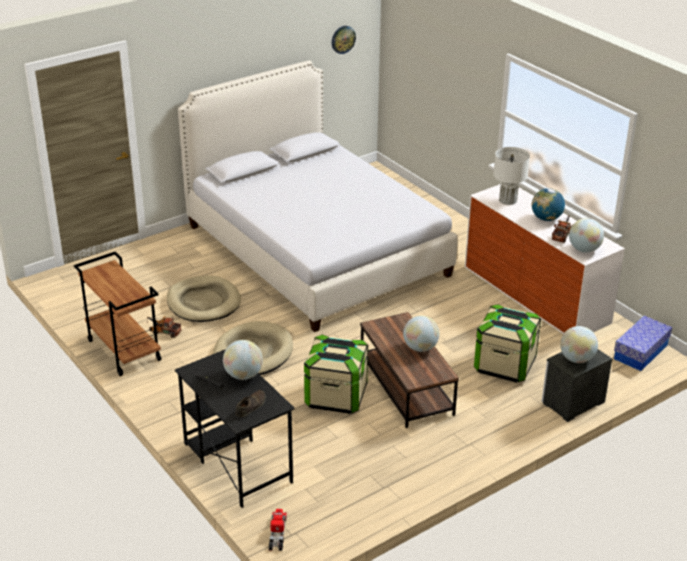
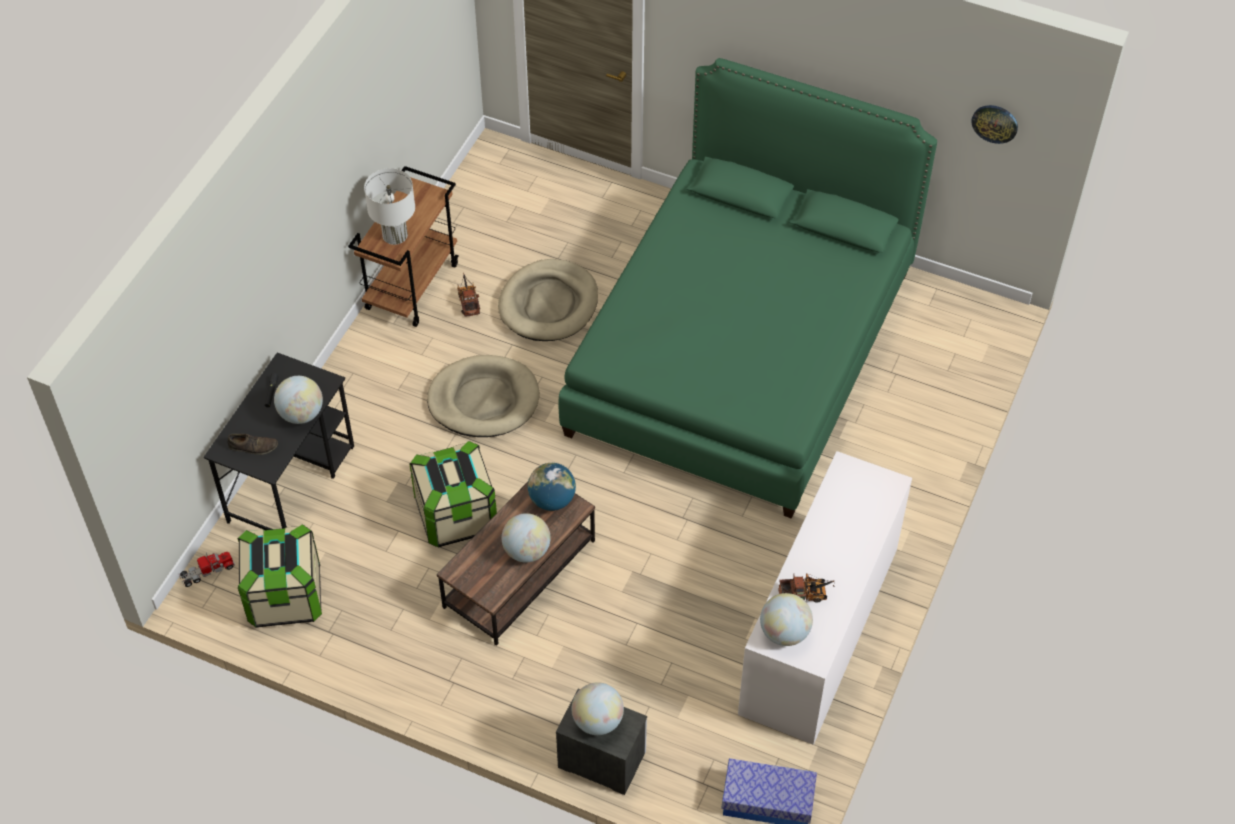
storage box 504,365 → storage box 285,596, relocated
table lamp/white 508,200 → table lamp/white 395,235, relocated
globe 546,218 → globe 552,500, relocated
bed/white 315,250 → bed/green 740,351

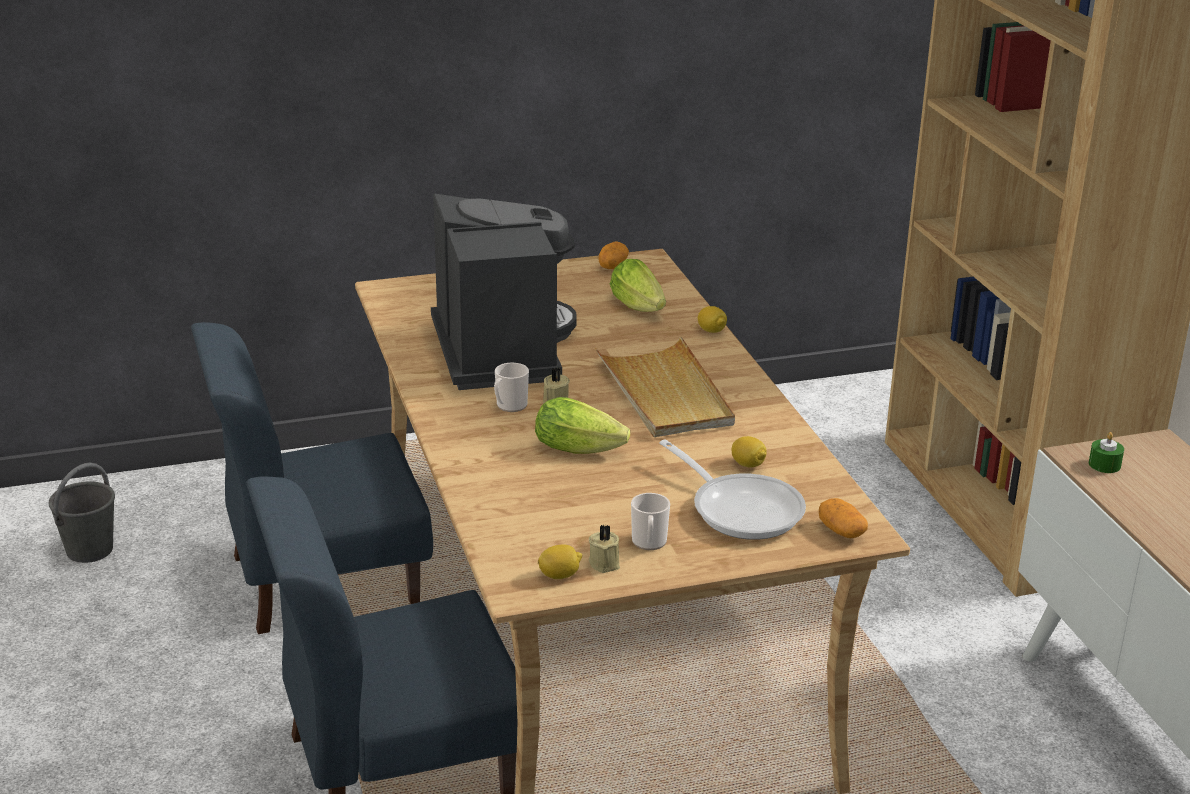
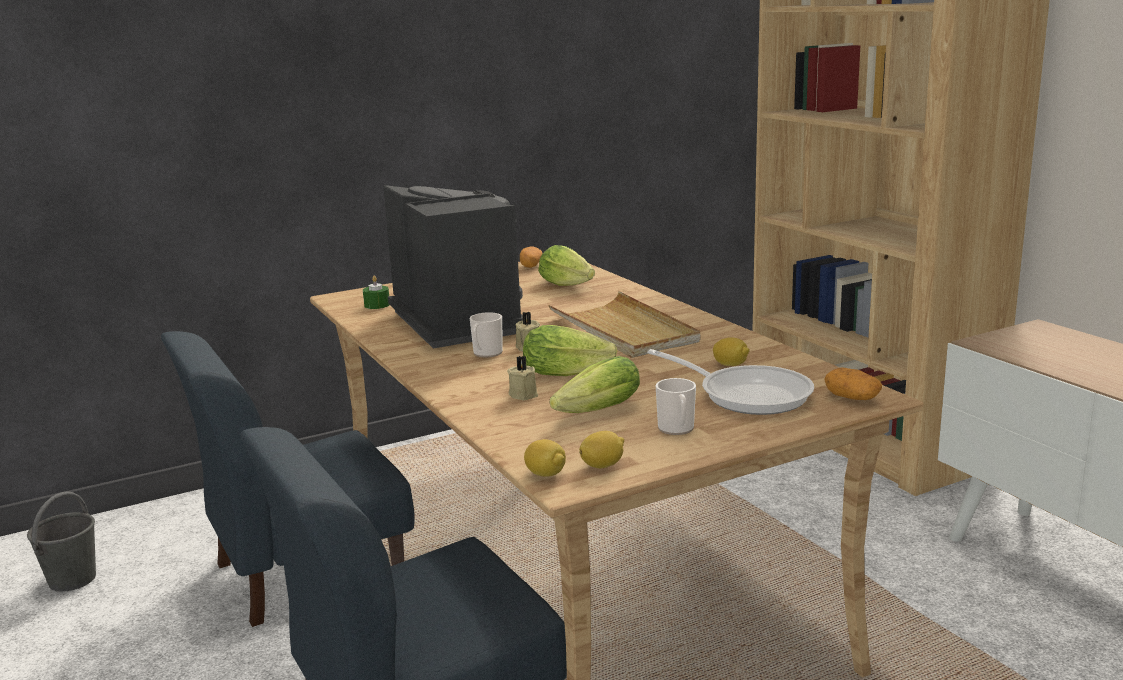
candle/green 1104,465 → candle/green 377,305, relocated
candle/beige 605,563 → candle/beige 524,394, relocated
lemon 711,331 → lemon 545,474, relocated
- → lettuce 594,413

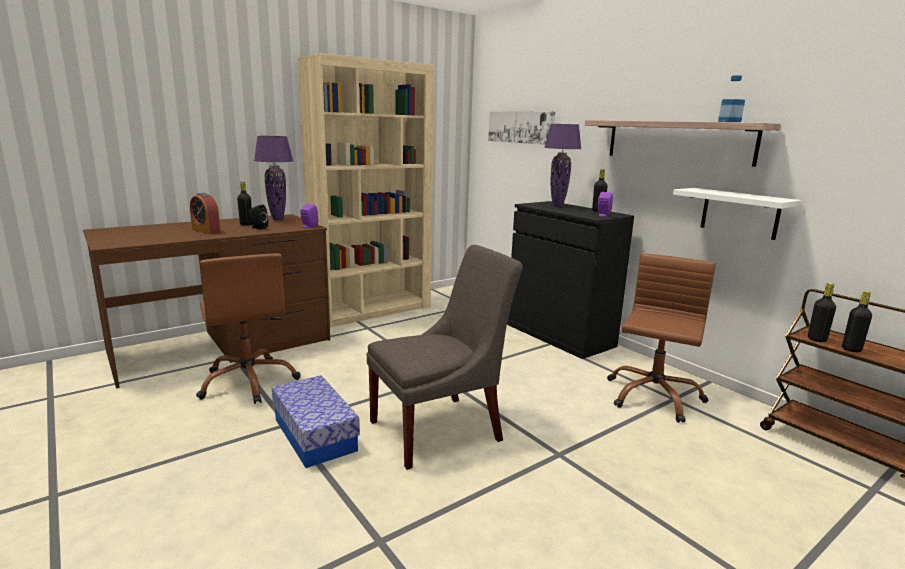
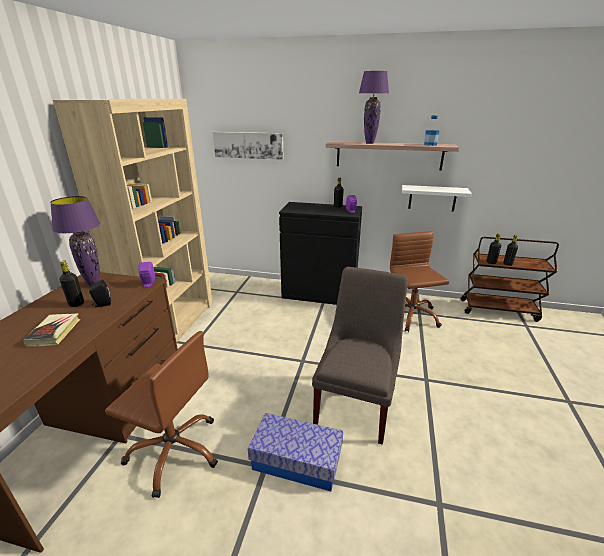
alarm clock 206,231 → book 54,332
table lamp/purple 557,206 → table lamp/purple 370,143, relocated

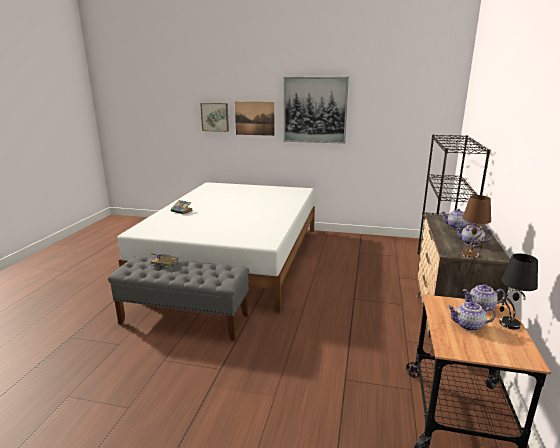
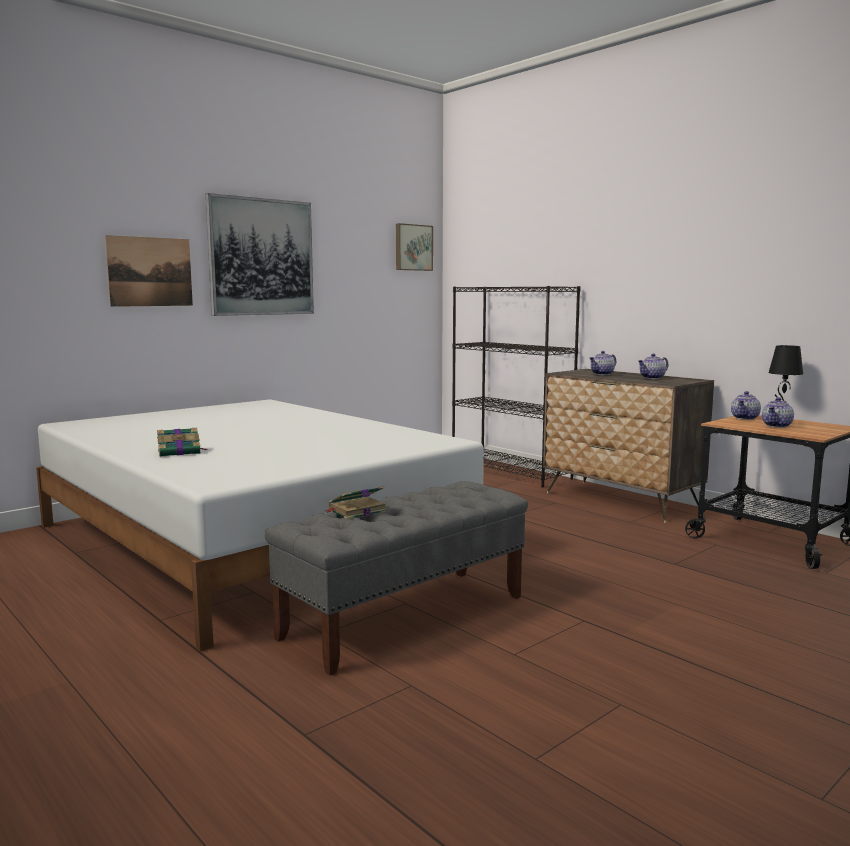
picture 215,117 → picture 413,247, relocated
table lamp/brown 470,255 → -

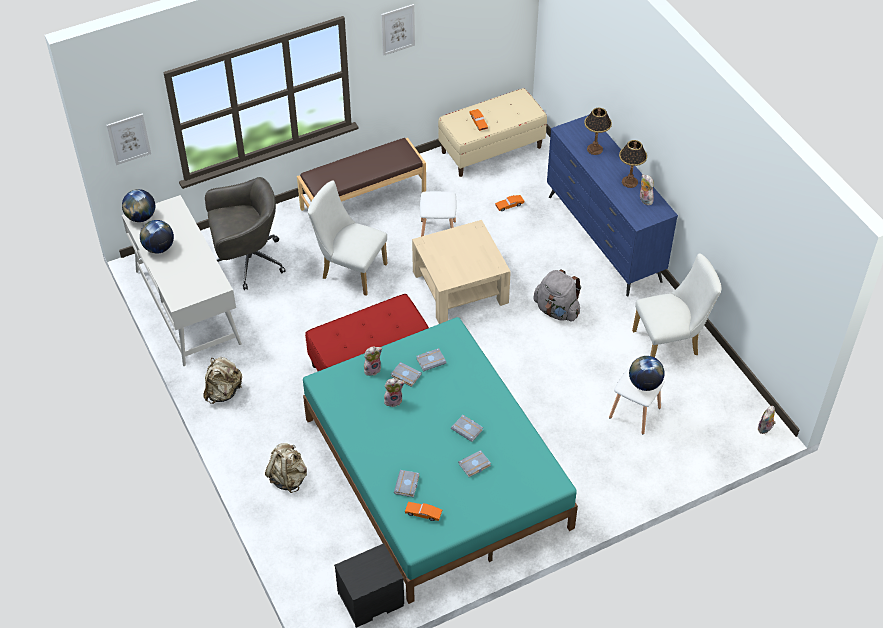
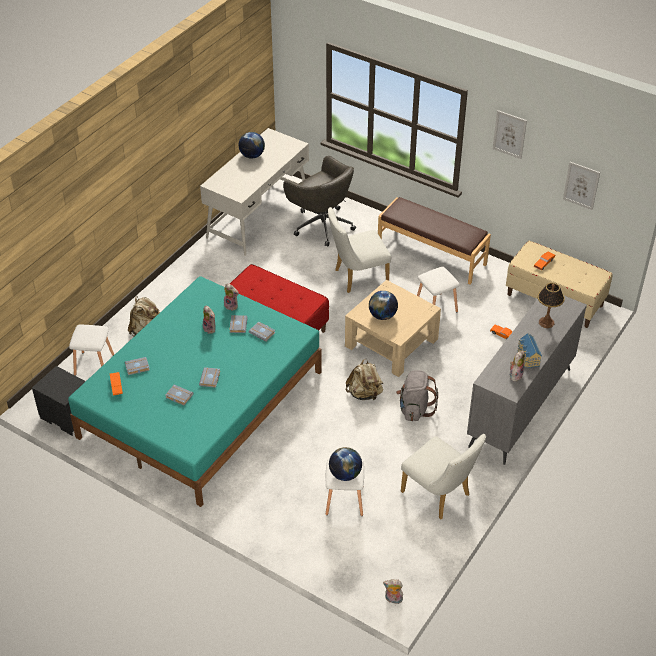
- → stool/white 94,364
chair/white 350,270 → chair/white 357,277, 105 degrees counterclockwise
backpack/beige 223,392 → backpack/beige 364,394, relocated
globe 141,217 → globe 382,316, relocated
dresser/blue 603,239 → dresser/grey 519,407
table lamp 629,182 → toy house 527,358
picture 129,139 → picture 581,185, relocated

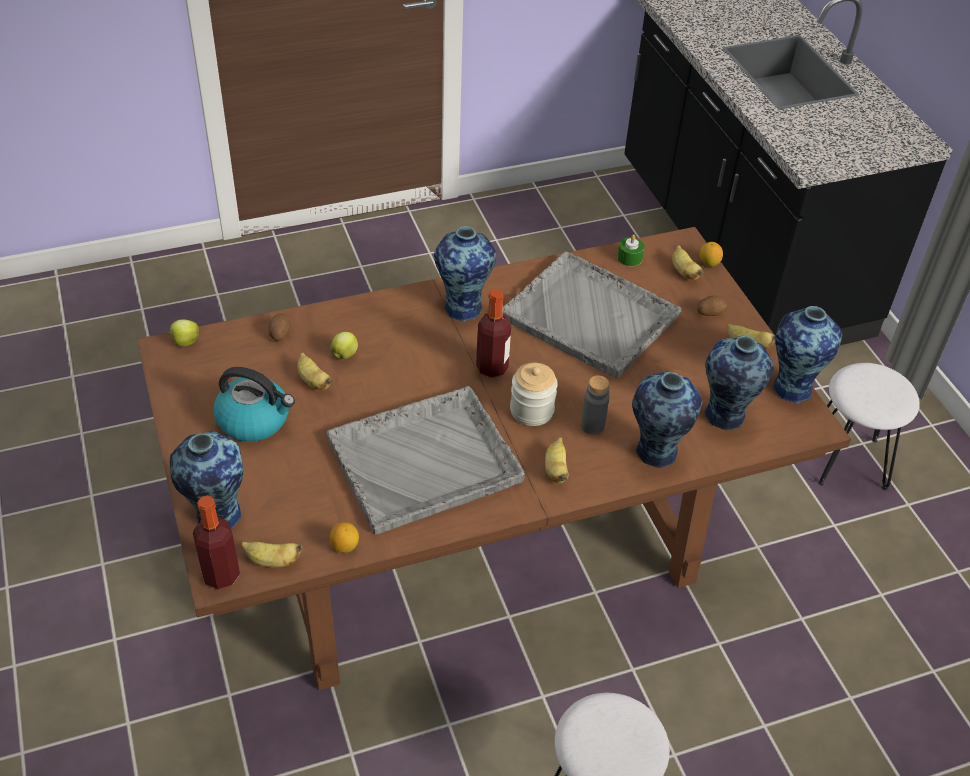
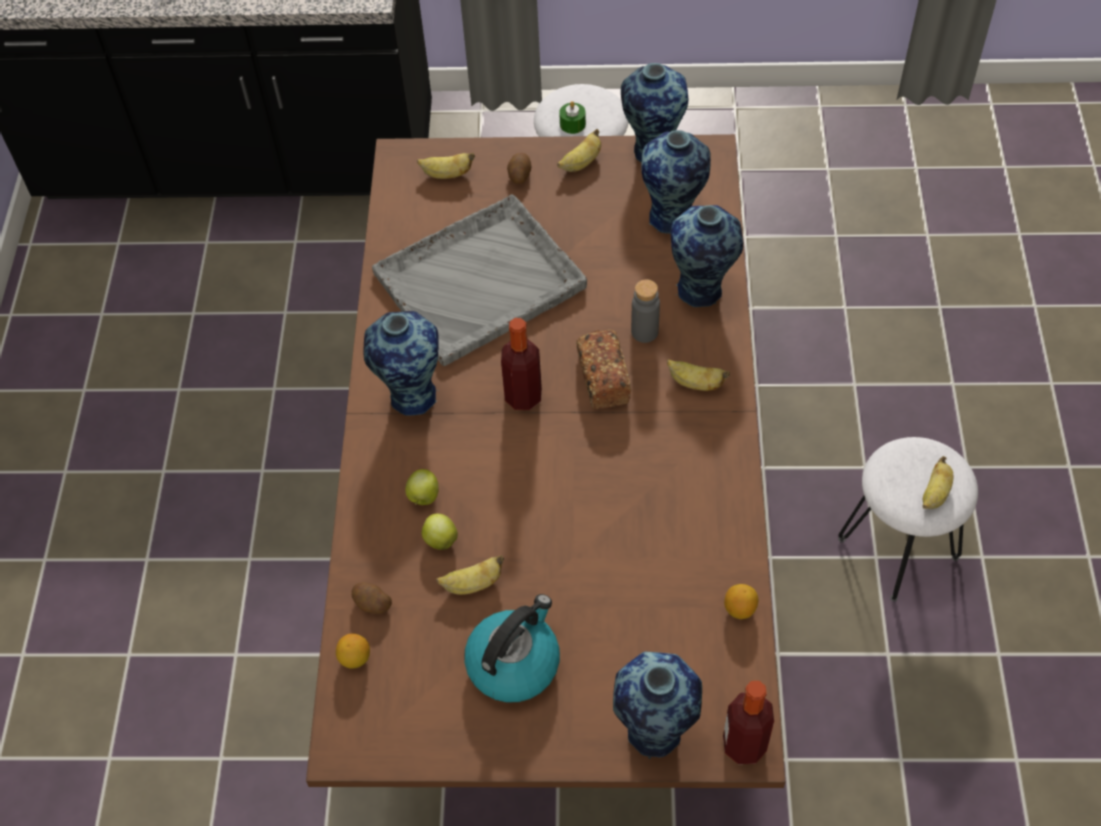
lemon 709,263 → lemon 355,658, relocated
apple 185,342 → apple 423,497, relocated
candle/green 629,258 → candle/green 572,124, relocated
jar 532,410 → bread 603,378
banana 272,561 → banana 935,494, relocated
tray/grey 426,460 → -

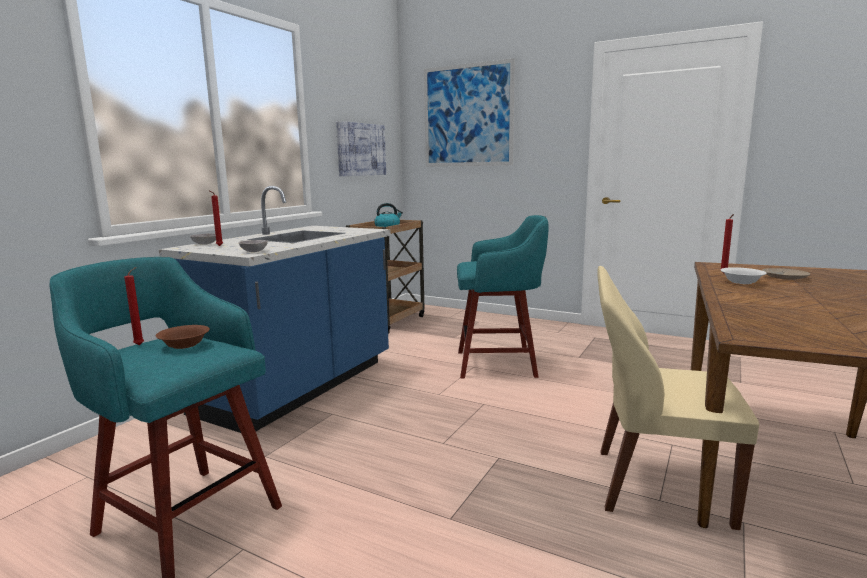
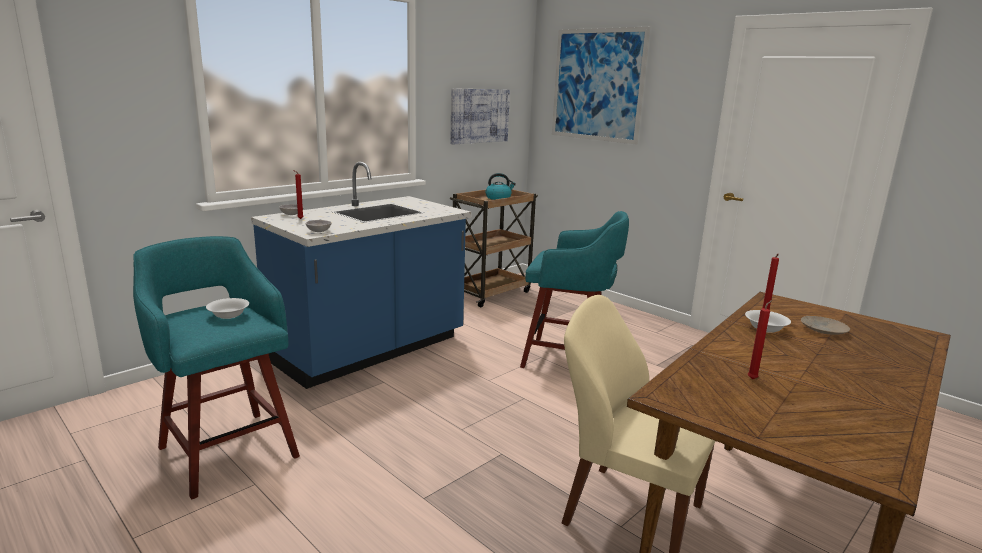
bowl/brown 184,345 → bowl/white 228,315
candle/red 141,345 → candle/red 753,379, relocated

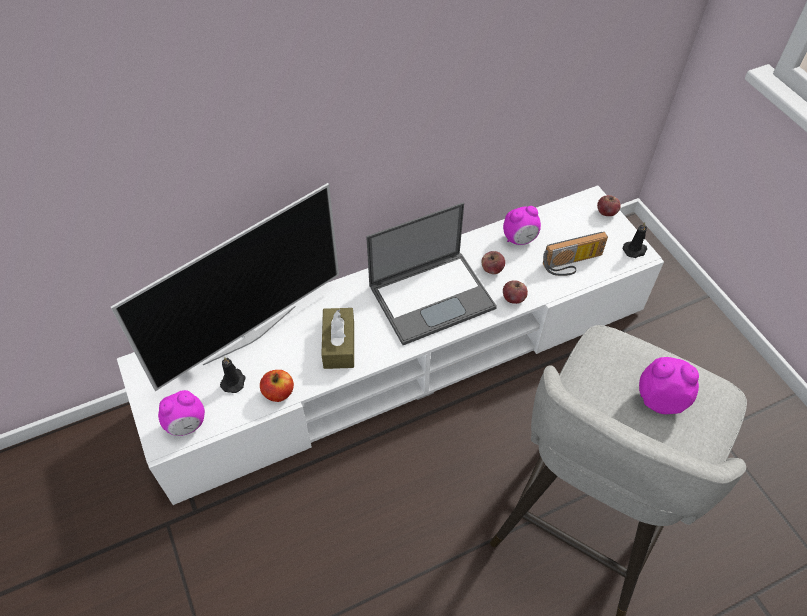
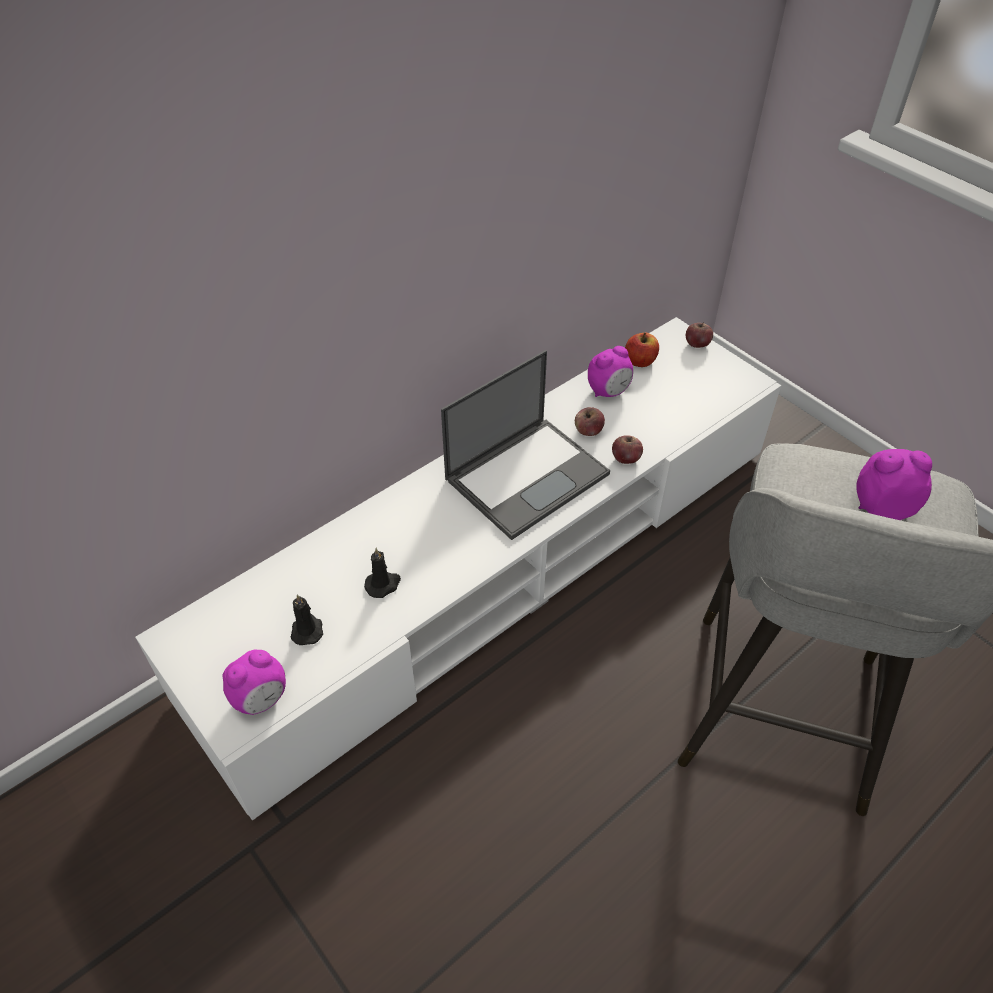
candle/black 635,250 → candle/black 383,584, relocated
apple 278,393 → apple 640,361, relocated
television 249,334 → -
tissue box/brown 339,344 → -
radio 572,264 → -

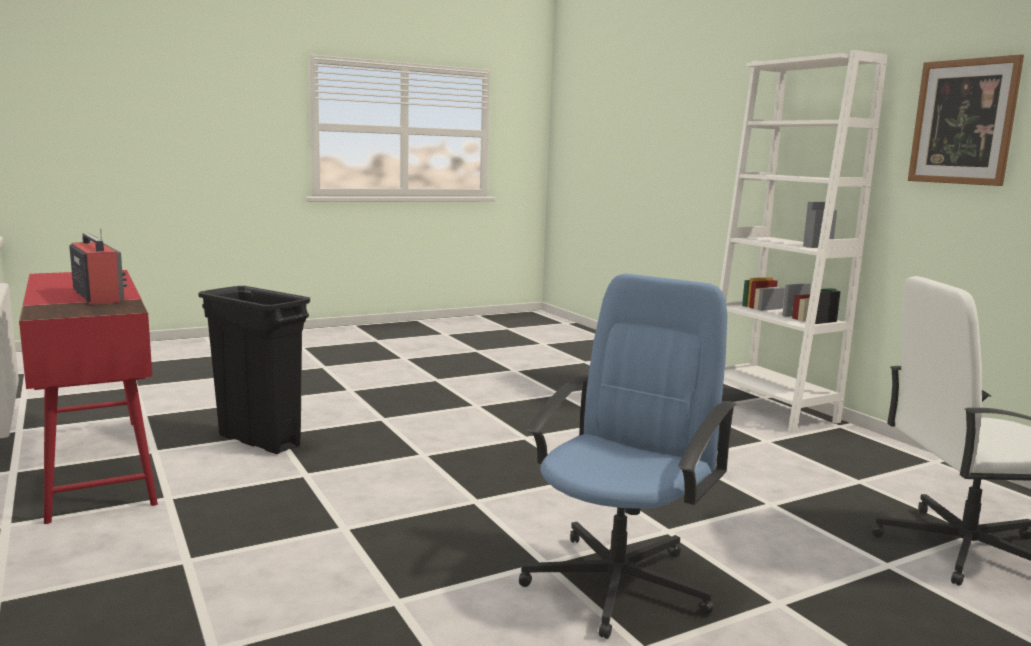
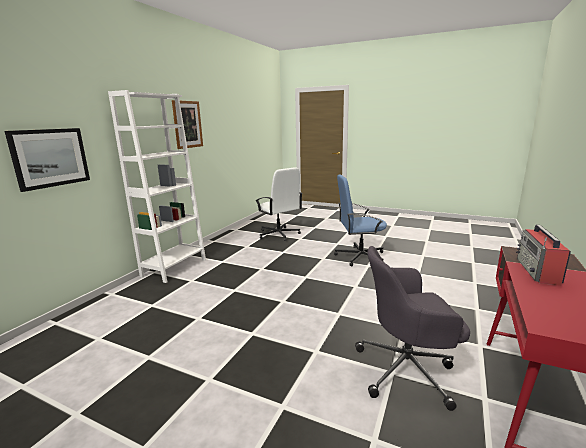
- → picture 50,158
trash can/black 260,441 → office chair/grey 407,370

